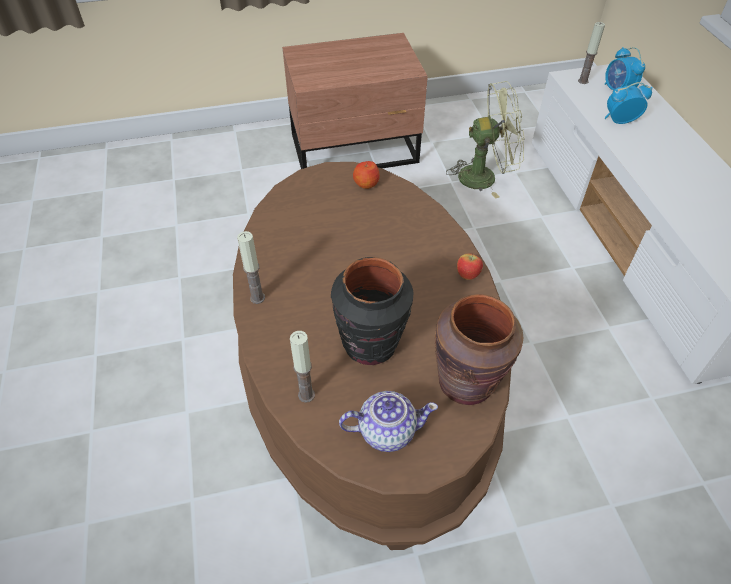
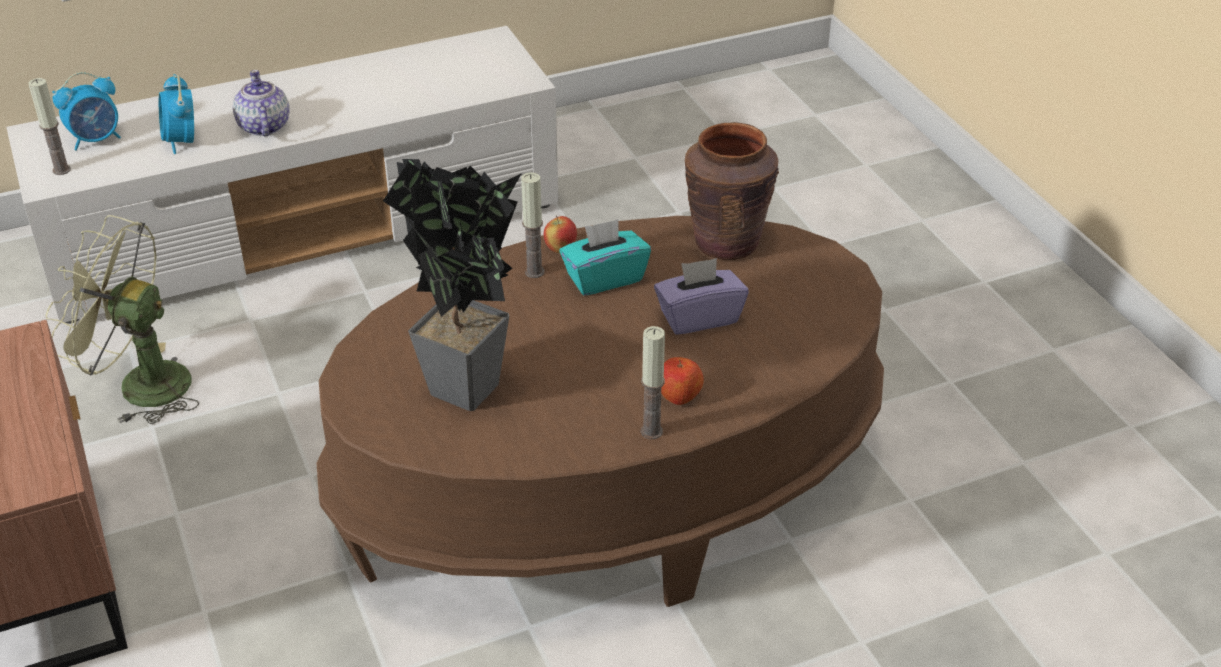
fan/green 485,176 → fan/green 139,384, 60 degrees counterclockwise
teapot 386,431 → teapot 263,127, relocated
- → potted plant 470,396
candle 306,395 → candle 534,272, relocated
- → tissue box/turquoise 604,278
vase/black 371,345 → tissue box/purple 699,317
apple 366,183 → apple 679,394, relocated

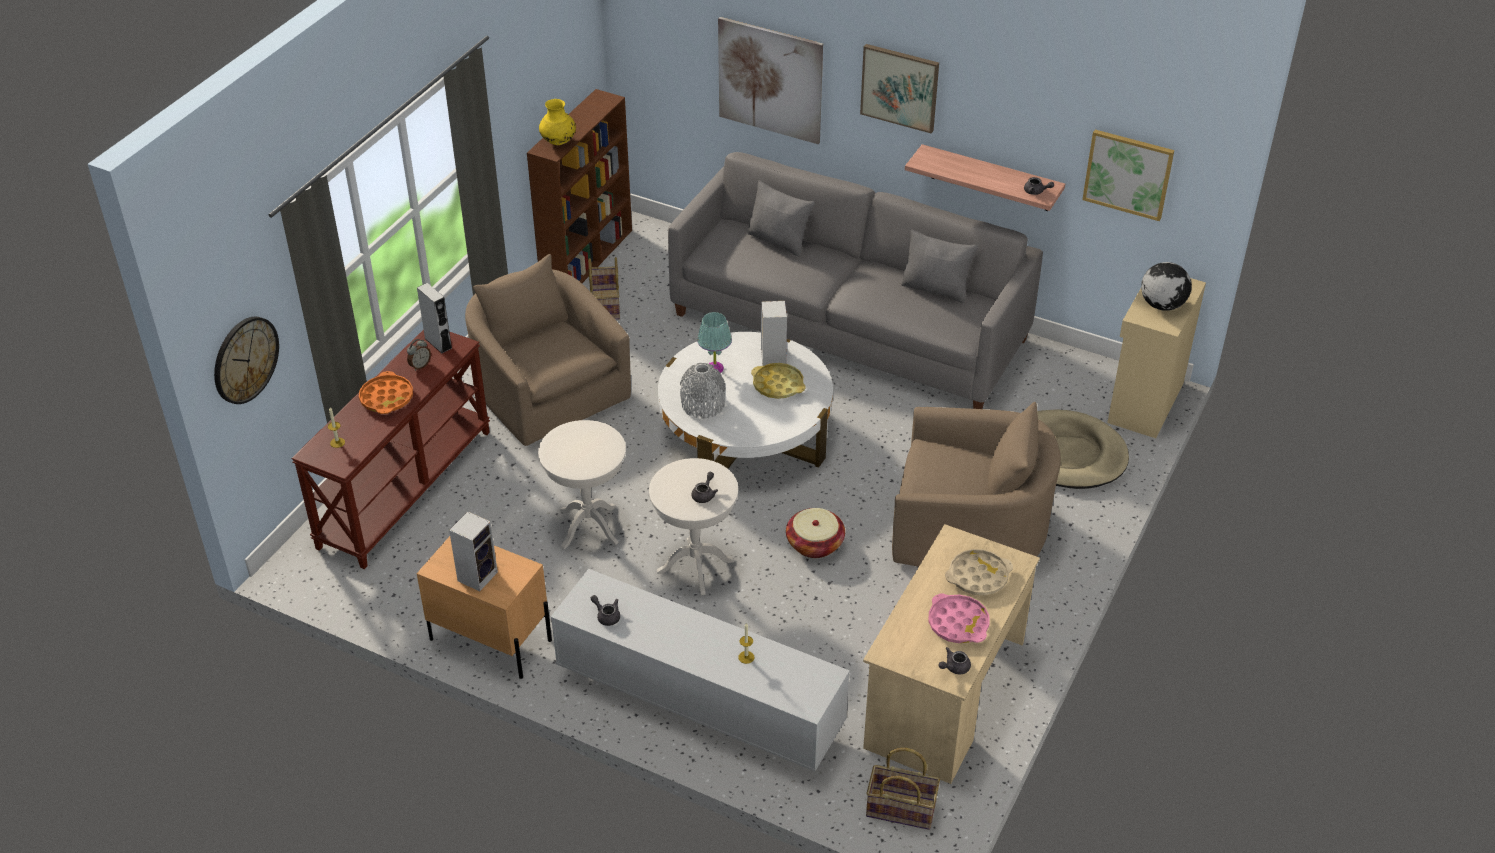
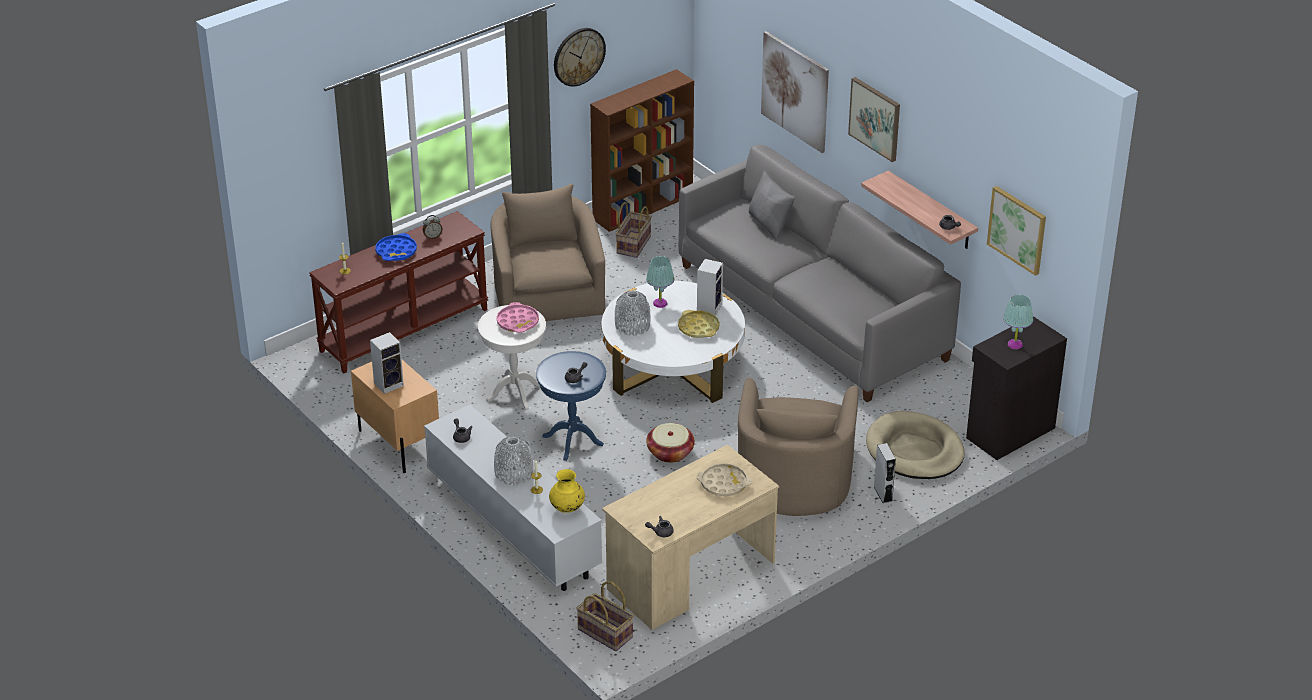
tray/orange 387,398 → tray/blue 396,251
- → vase/grey 514,473
tray/pink 958,623 → tray/pink 518,322, relocated
side table/white 695,566 → side table/blue 572,440
vase/yellow 558,142 → vase/yellow 567,508, relocated
wall clock 245,359 → wall clock 578,56, relocated
armchair/beige 968,529 → armchair/beige 794,477, 60 degrees clockwise
speaker/grey 438,343 → speaker/grey 883,493, relocated
cabinet/beige 1144,402 → cabinet/black 1009,432
globe 1161,305 → table lamp/turquoise 1015,344
pillow/grey 936,289 → -

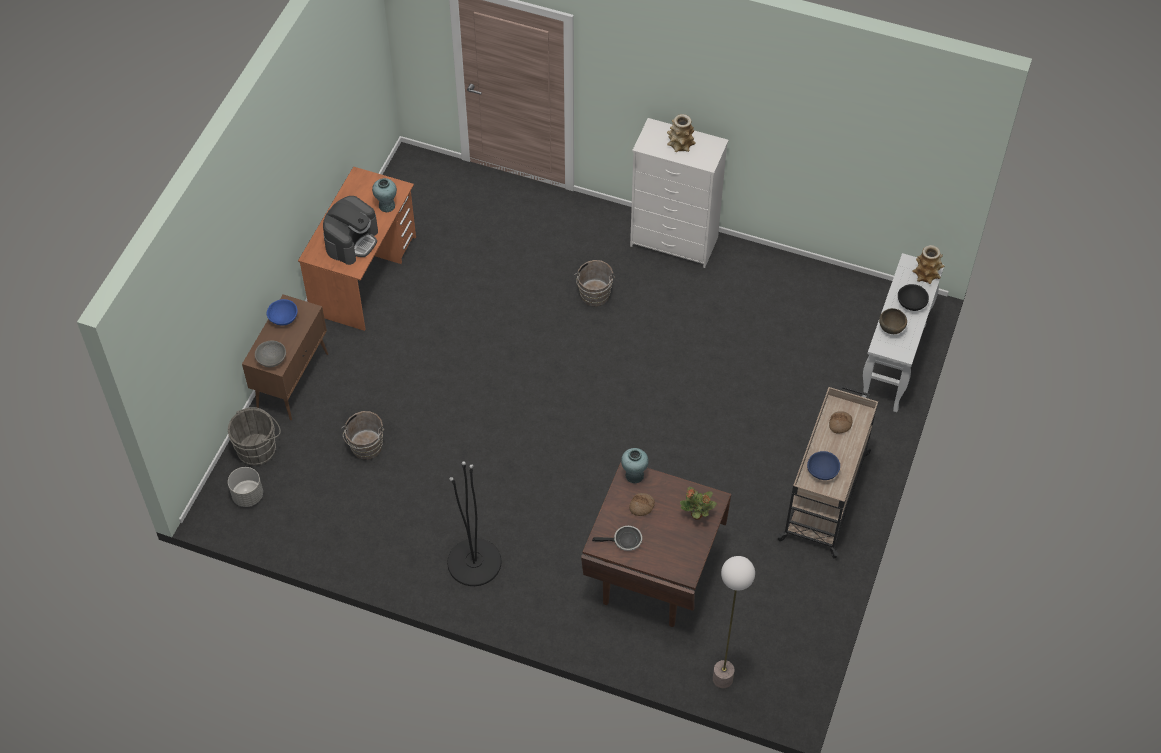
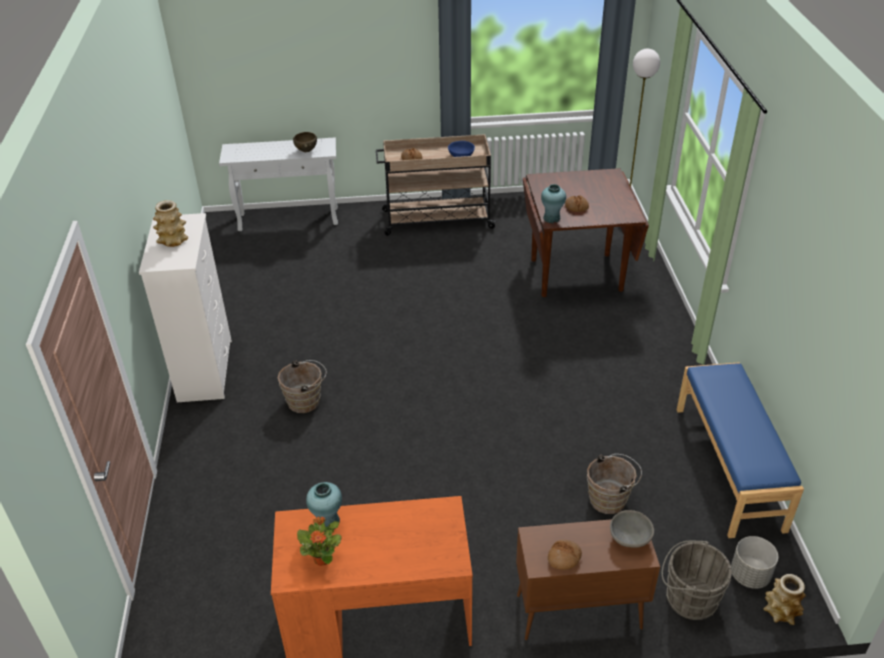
potted plant 697,514 → potted plant 322,558, relocated
bowl/blue 283,318 → bread 564,558
- → bench/blue 729,467
vase 926,274 → vase 780,611, relocated
coffee machine 352,241 → -
floor lamp/black 474,562 → -
frying pan 625,541 → -
bowl/black 911,303 → -

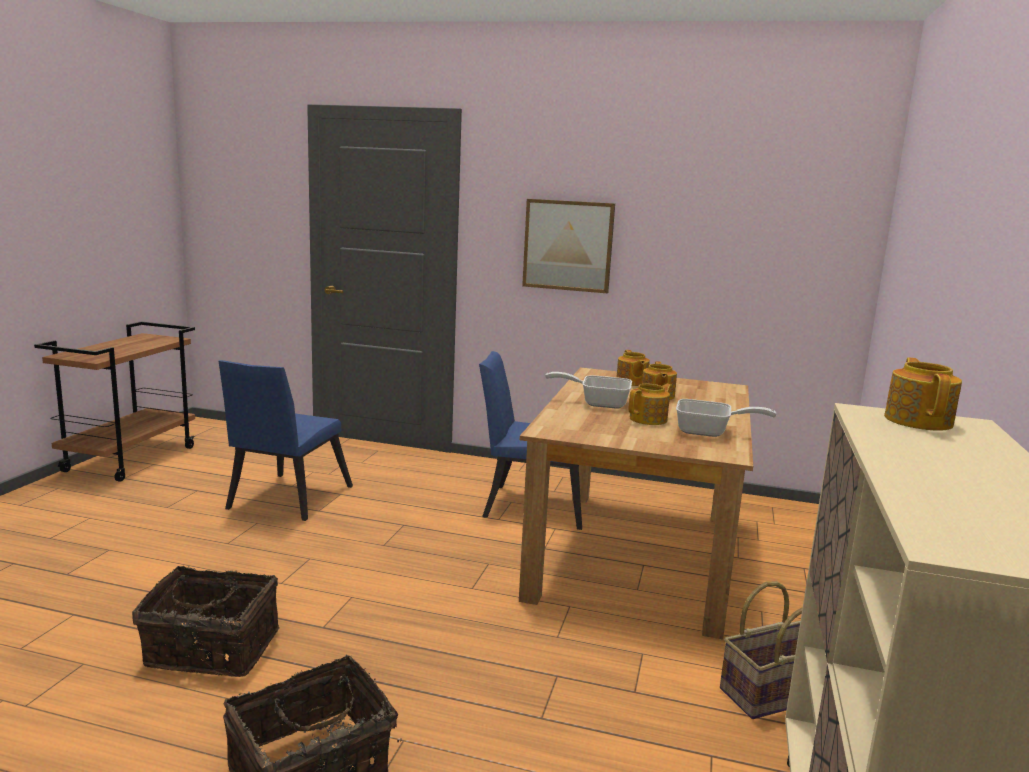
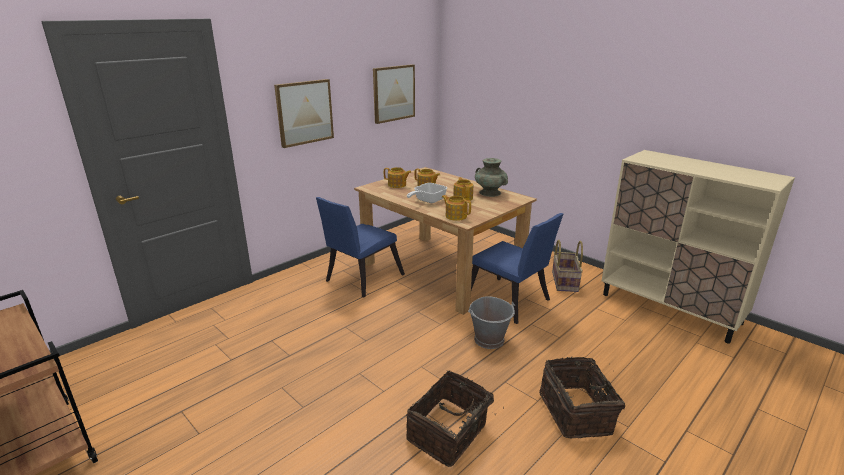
- → picture 393,93
teapot 918,420 → teapot 455,216, relocated
- → bucket/grey 489,340
chair/blue 285,500 → chair/blue 510,302, relocated
frying pan 710,432 → vase/turquoise 490,193

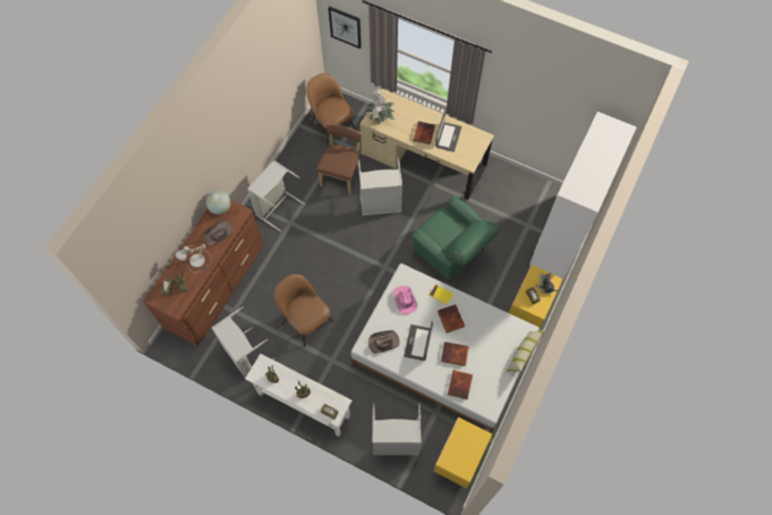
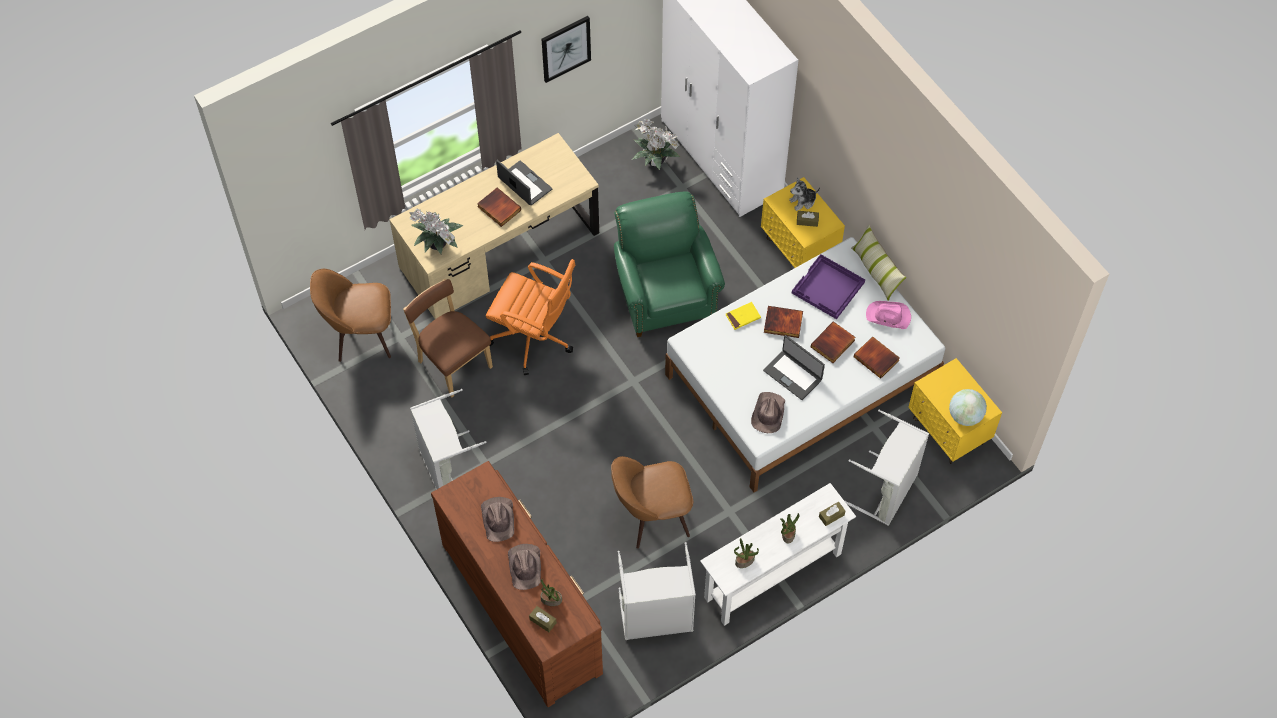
laundry basket/grey 380,204 → office chair/orange 534,338
table lamp 197,262 → hat/brown 525,566
picture 345,27 → picture 565,48, relocated
armchair/green 451,253 → armchair/green 664,293, 90 degrees counterclockwise
- → potted plant 654,161
- → tray/purple 828,288
hat/pink 404,300 → hat/pink 888,316, relocated
globe 220,208 → globe 965,416, relocated

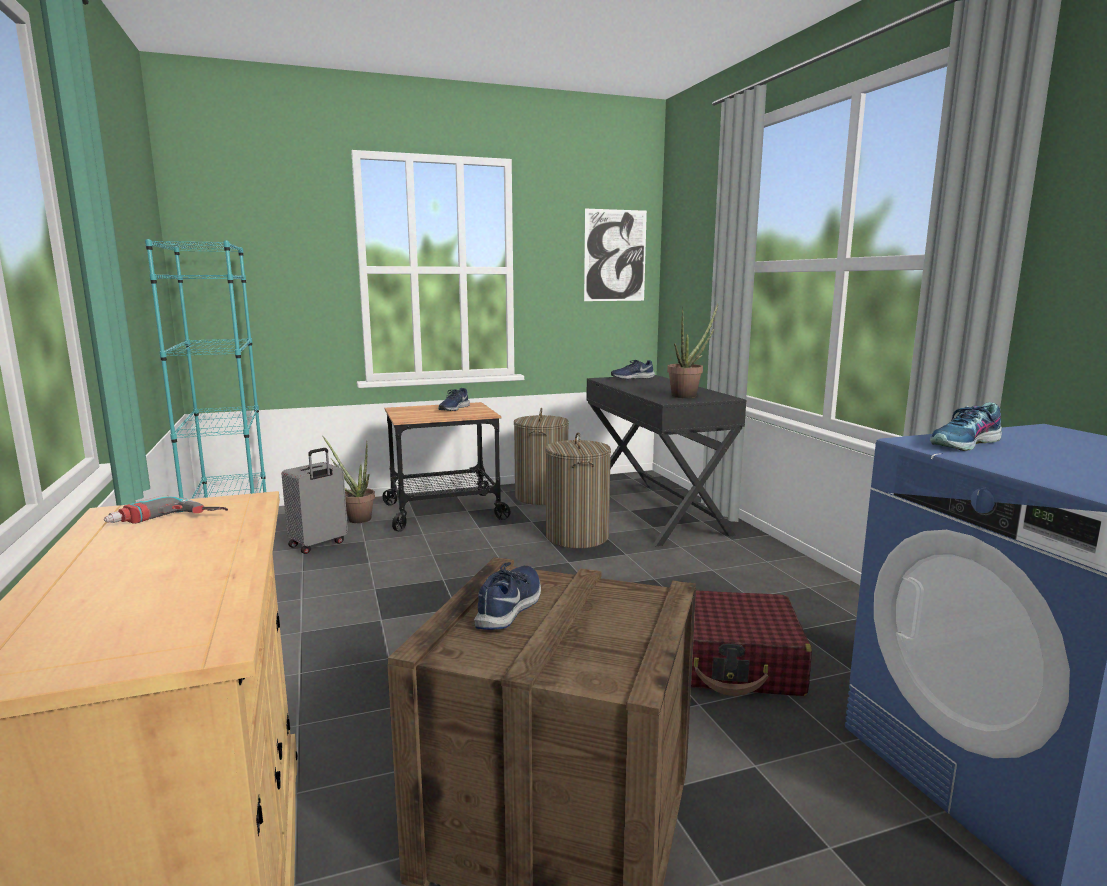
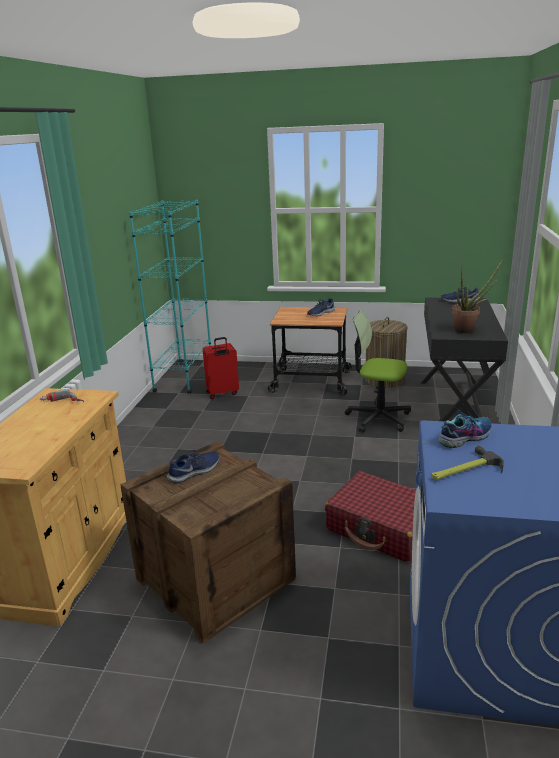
suitcase/grey 318,544 → suitcase/red 222,393
laundry basket 577,537 → office chair 378,418
- → hammer 464,470
shoe 966,444 → shoe 465,437, 150 degrees clockwise
potted plant 355,518 → -
picture 615,255 → -

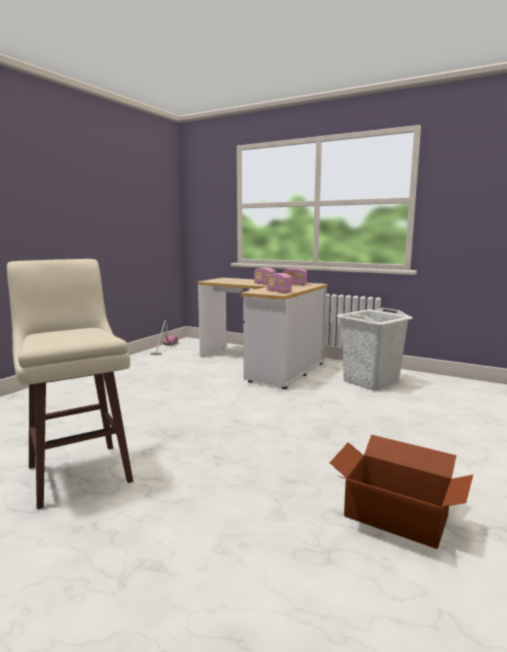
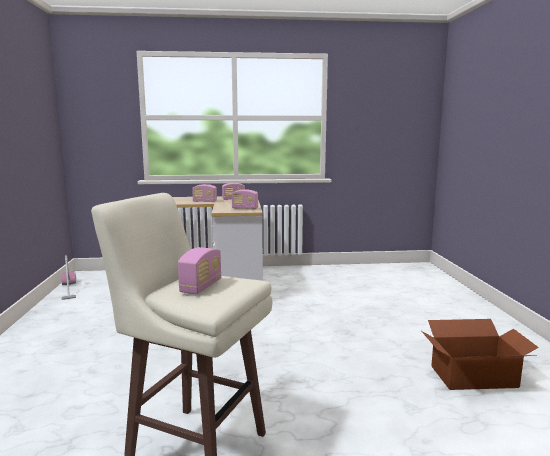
- → radio 201,287
laundry basket/white 371,382 → -

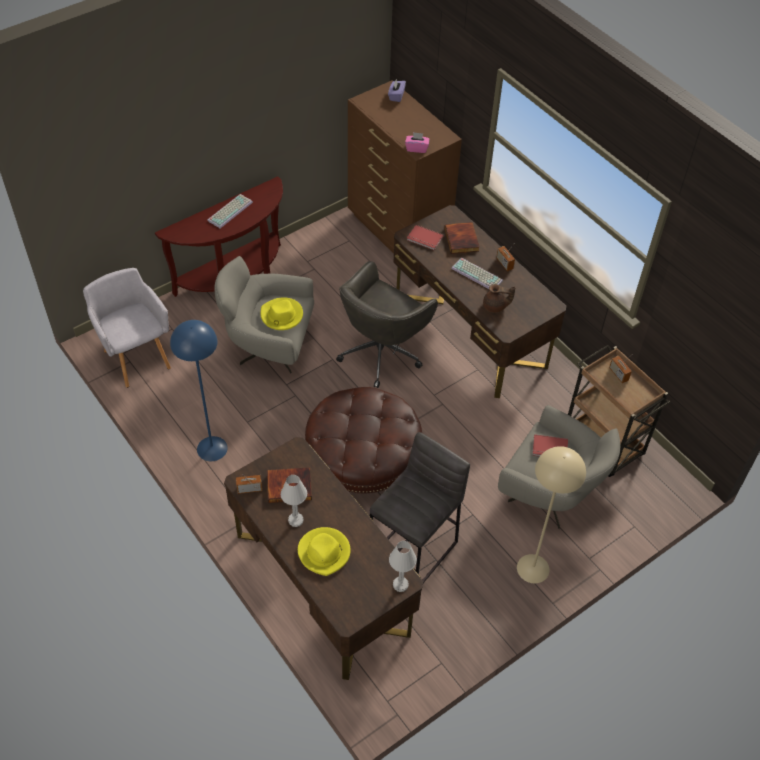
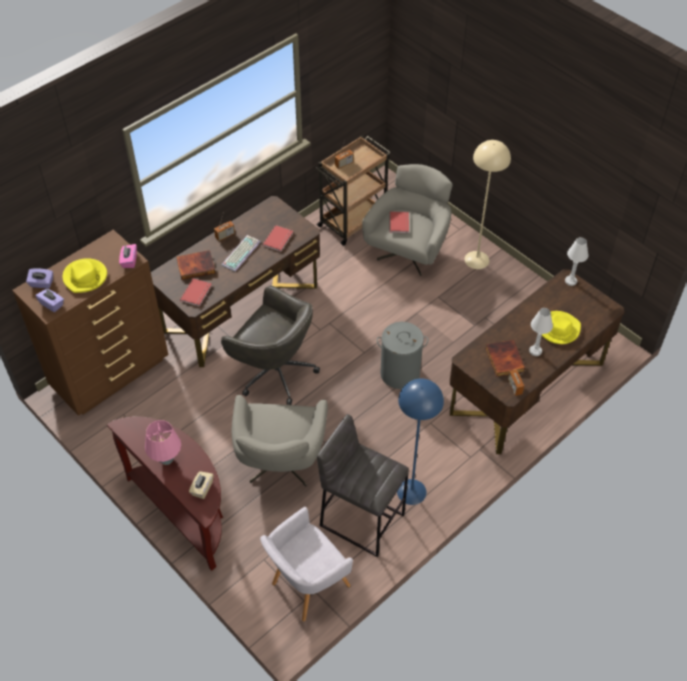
- → tissue box/purple 52,304
hat/yellow 281,316 → hat/yellow 85,277, relocated
keyboard 230,210 → table lamp/pink 166,460
- → tissue box/beige 202,489
teapot/brown 495,306 → book/red 279,239
stool/grey 414,550 → stool/grey 361,519, relocated
ottoman/brown 363,459 → laundry basket/grey 399,373

